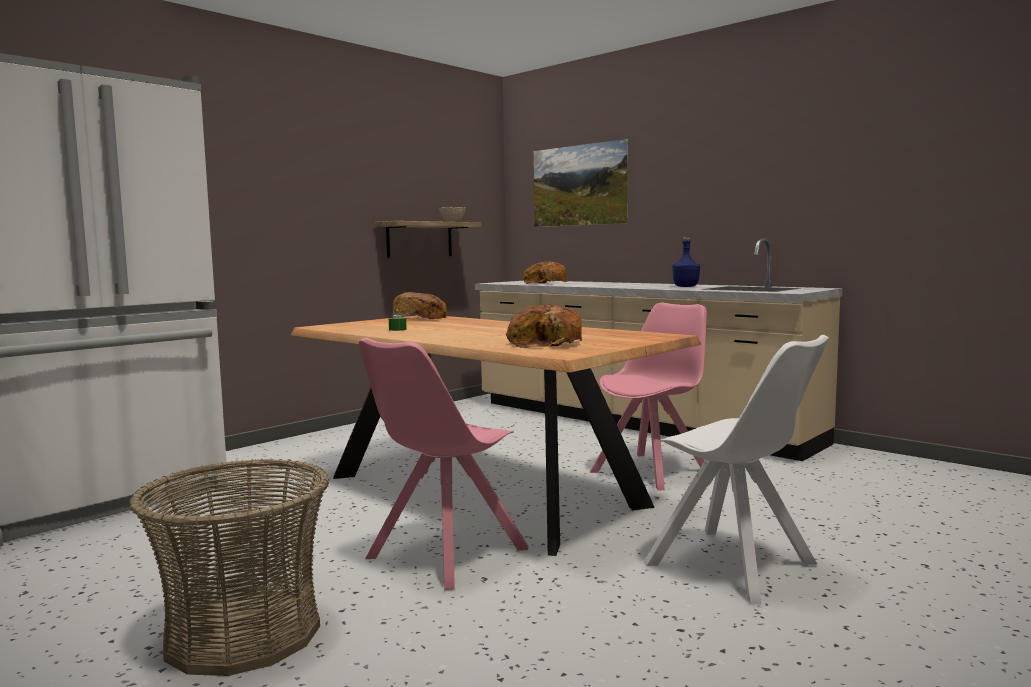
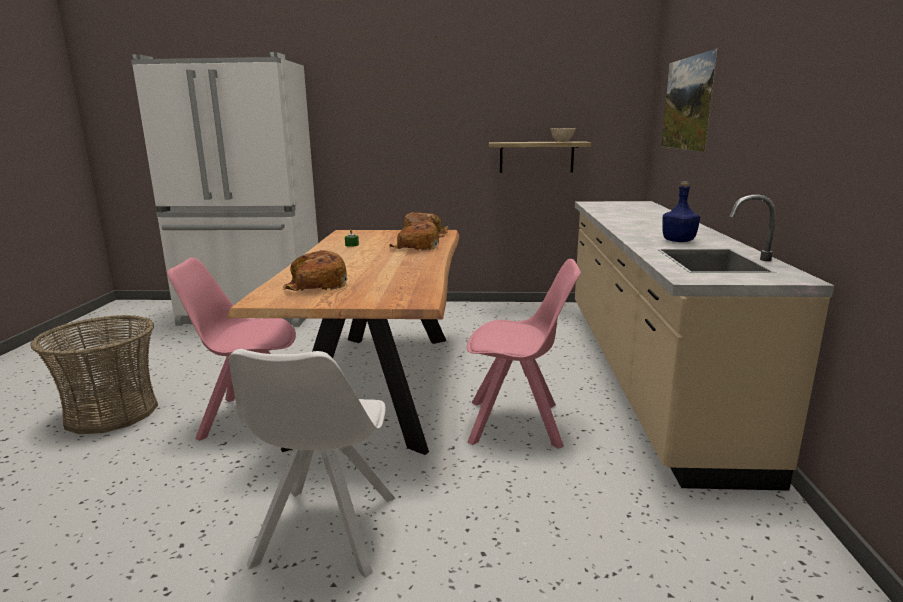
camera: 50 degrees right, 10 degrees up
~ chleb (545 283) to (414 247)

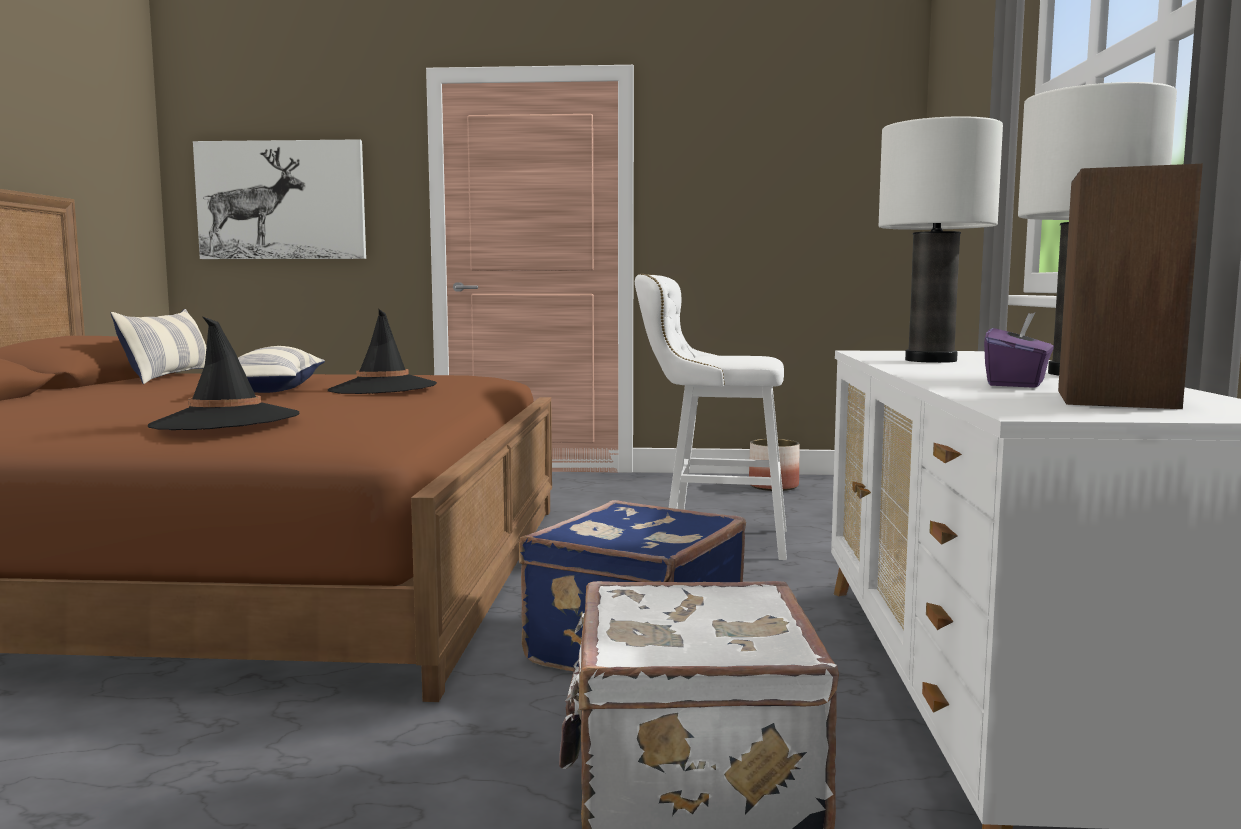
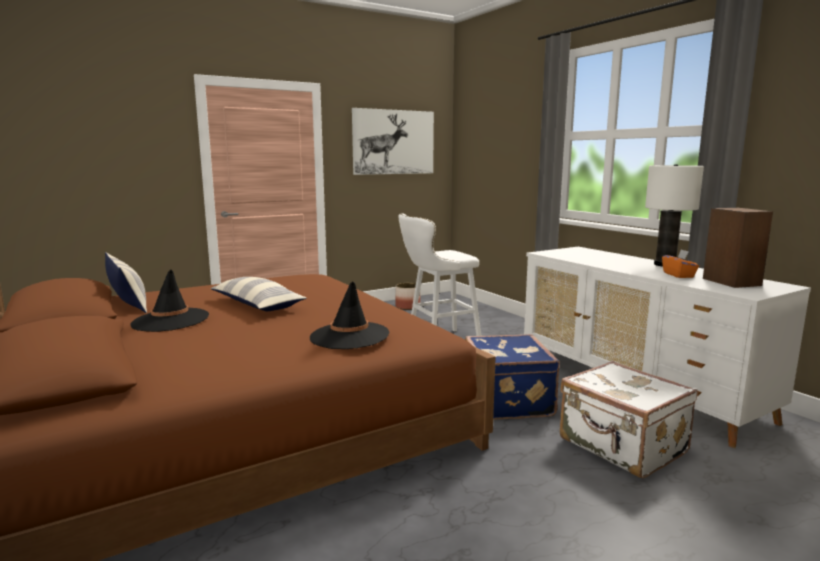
camera: 35 degrees left, 5 degrees up
~ kapelusz [czarny] (382 388) to (170 320)
~ obraz (281 200) to (393 142)
~ pudełko chusteczek [fioletowy] (1017 384) to pudełko chusteczek [pomarańczowy] (678 275)
- lampa stołowa [biały] (931 360)

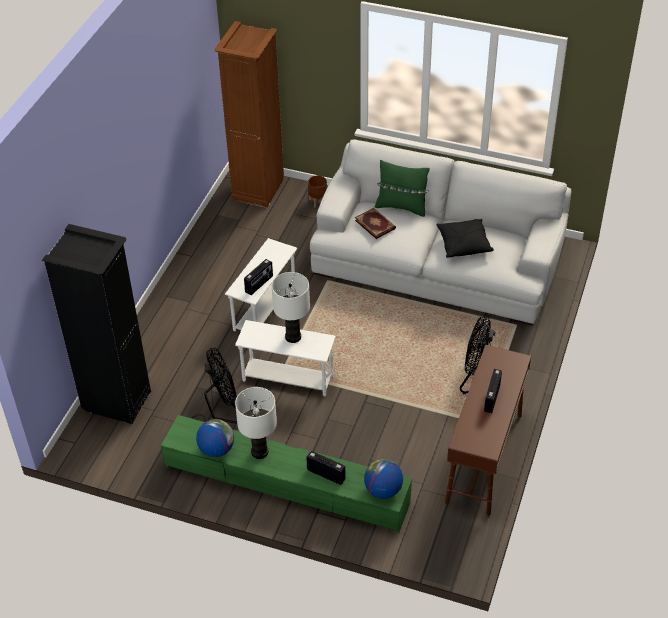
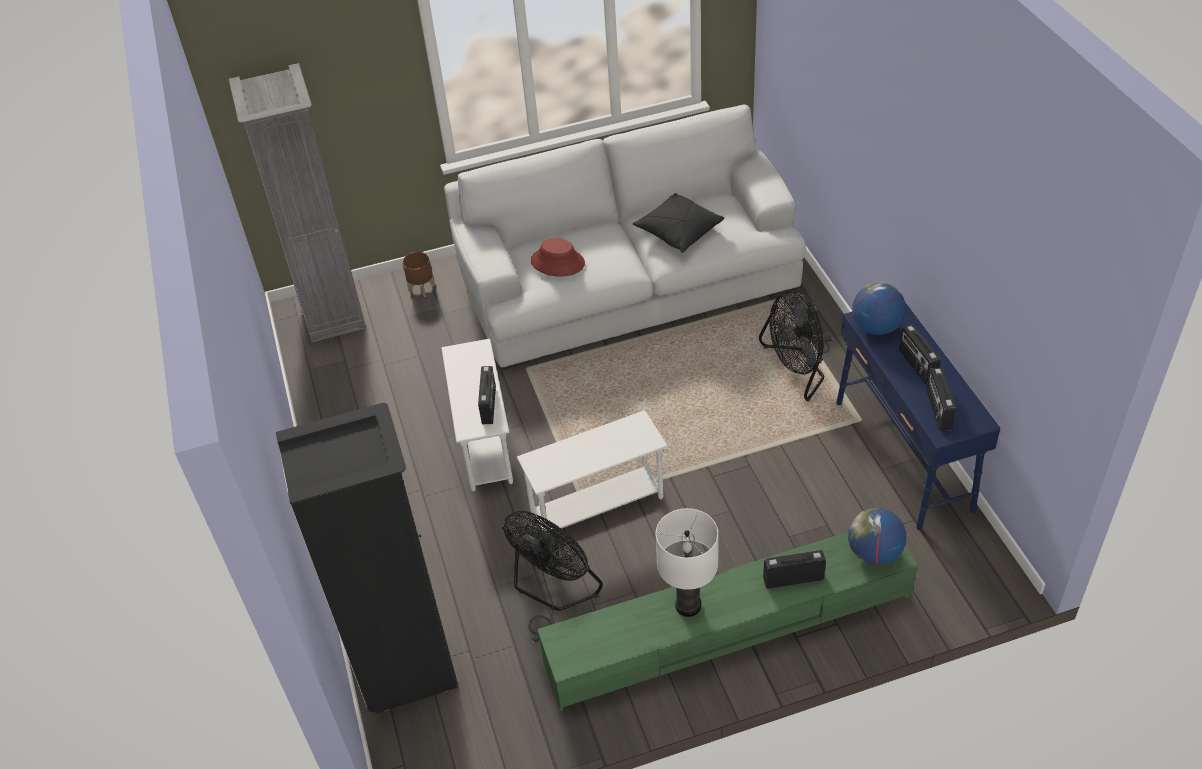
camera: 35 degrees left, 0 degrees up
~ szafka [brązowy] (258 190) to szafka [szary] (334 313)
~ książka (375 224) to kapelusz [czerwony] (558 262)
~ stolik konsolowy [brązowy] (483 458) to stolik konsolowy [niebieski] (901 456)
~ globus (216 449) to (876 327)
+ radio (938 410)
- lampa stołowa [biały] (293 337)
- poduszka [zielony] (401 207)

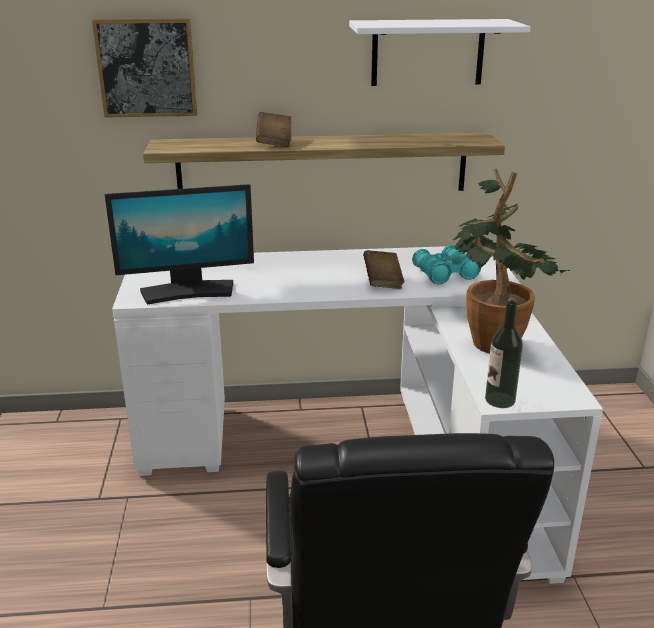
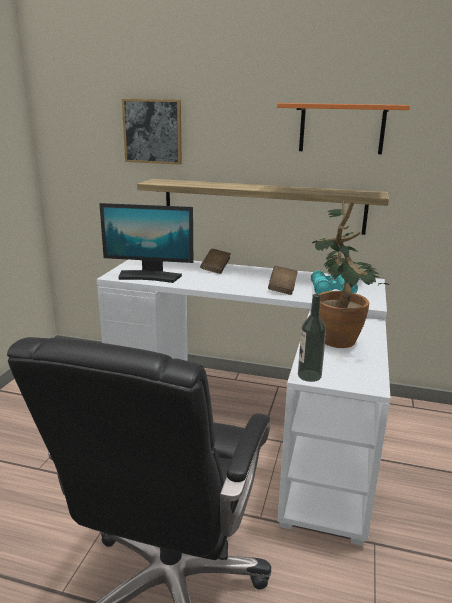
camera: 20 degrees right, 5 degrees down
~ książka [brązowy] (274 142) to (215 269)
~ półka [biały] (427 52) to półka [pomarańczowy] (341 128)

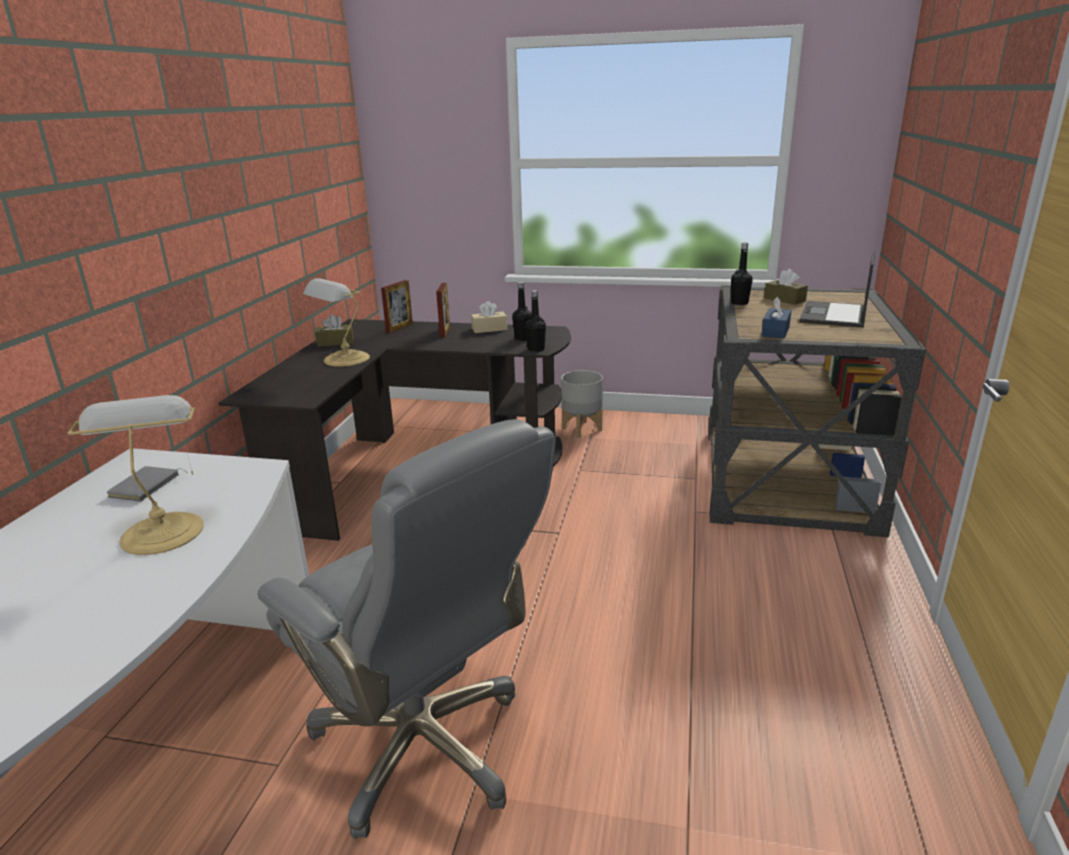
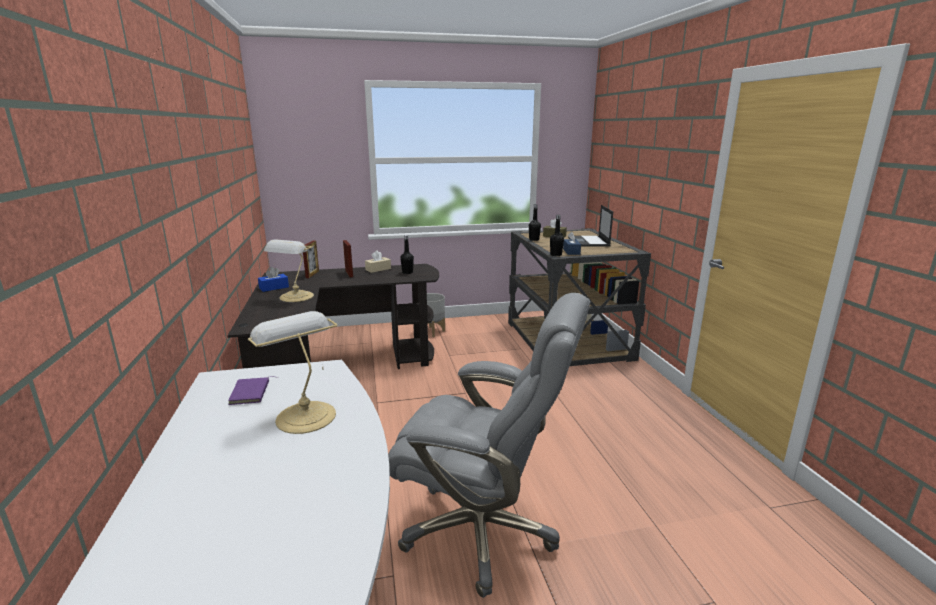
camera: 25 degrees left, 5 degrees down
~ książka [szary] (146 487) to książka [fioletowy] (251 393)
~ pudełko chusteczek [brązowy] (335 342) to pudełko chusteczek [niebieski] (274 287)
~ butelka [czarny] (536 349) to (556 255)

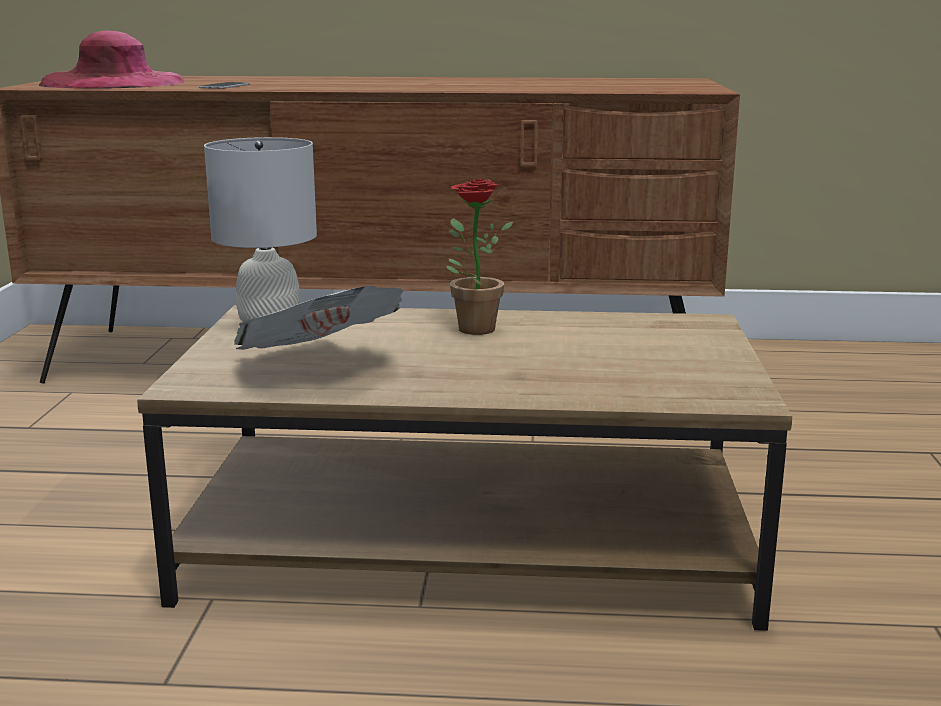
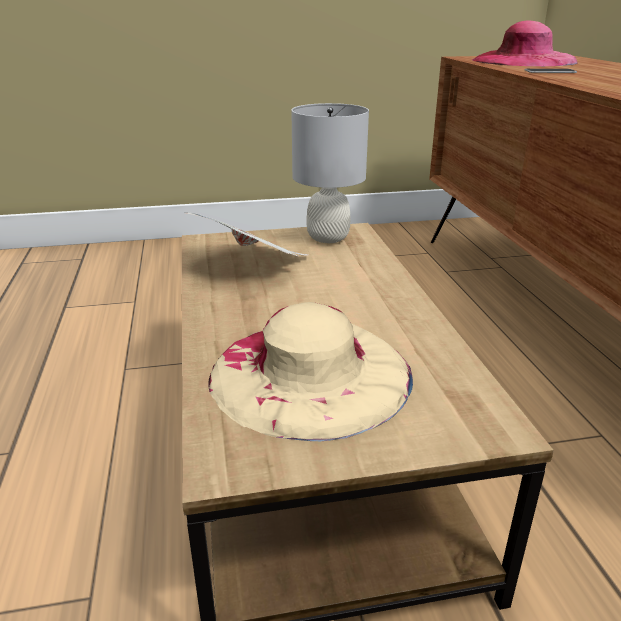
camera: 75 degrees right, 10 degrees up
+ kapelusz [beżowy] (310 374)
- roślina doniczkowa (470 327)

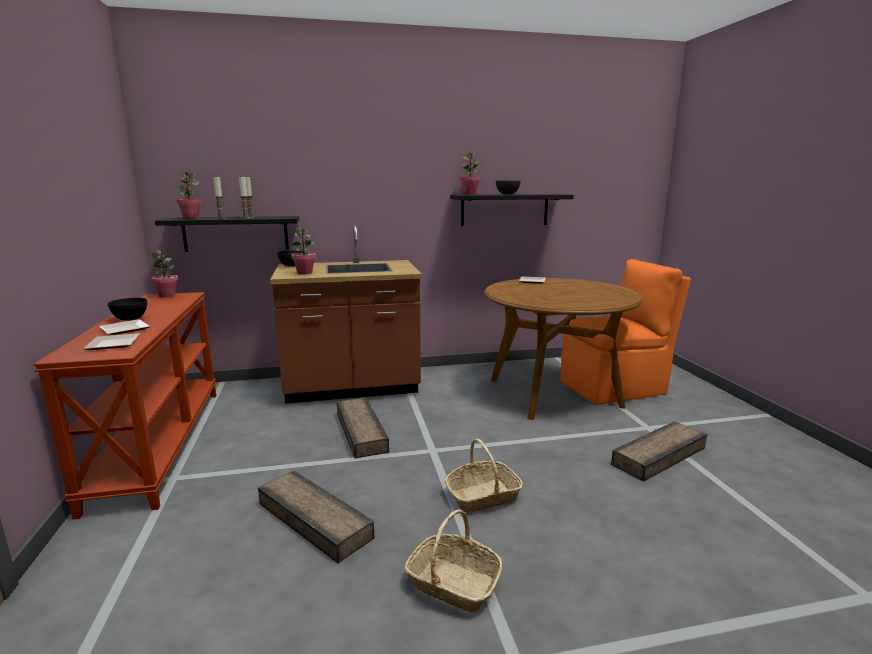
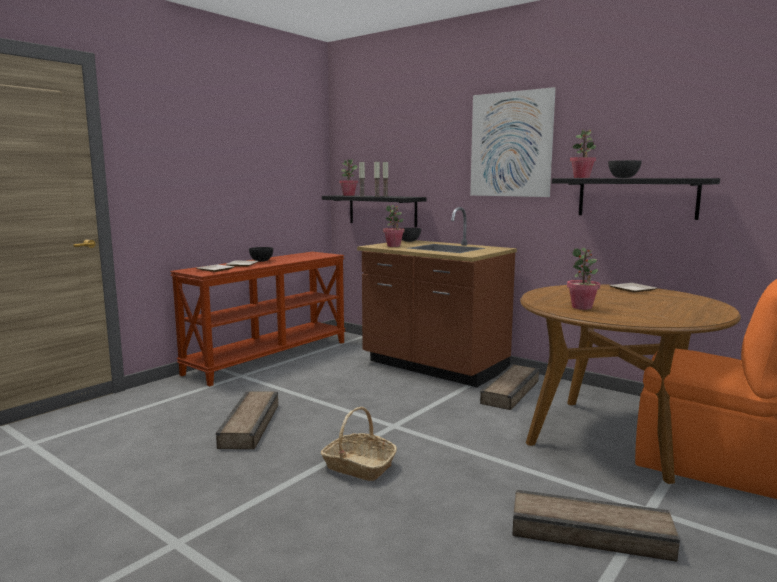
camera: 50 degrees right, 5 degrees down
+ obraz (511 144)
~ skrzynka (360 432) to (509 391)
~ roślina doniczkowa (167 296) to (582 307)
- koszyk (453 583)

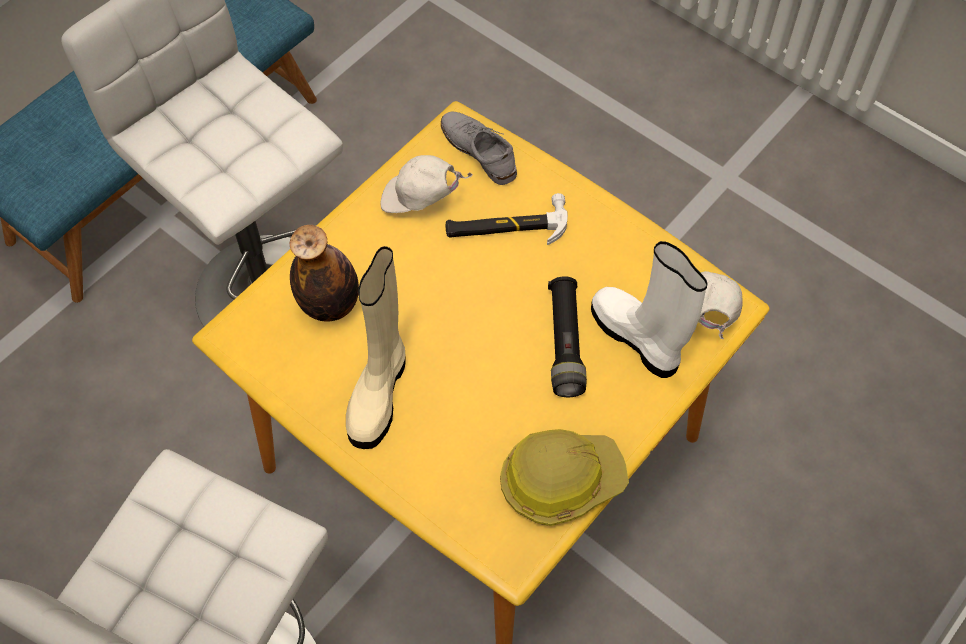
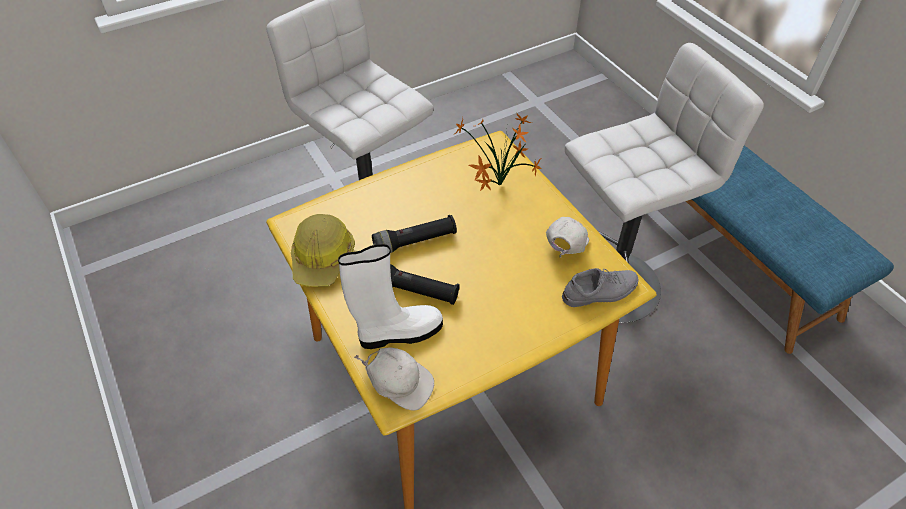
camera: 110 degrees right, 10 degrees down
+ latarka [czarny] (415 242)
~ butelka (329 304) to roślina doniczkowa (498 186)
- but z cholewką [beżowy] (379 393)
- młotek (506 226)

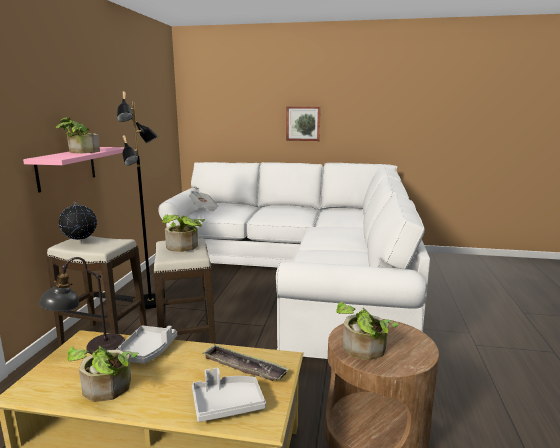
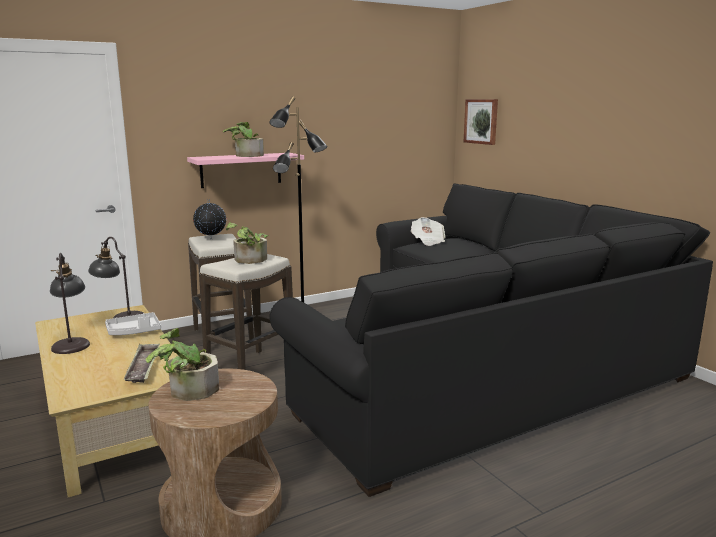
camera: 50 degrees right, 0 degrees up
~ roślina doniczkowa (107 391) to lampa stołowa [szary] (71 341)
~ kanapa [biały] (304 276) to kanapa [czarny] (484 359)
~ obraz (303 123) to (481 121)
- taca [szary] (227 404)

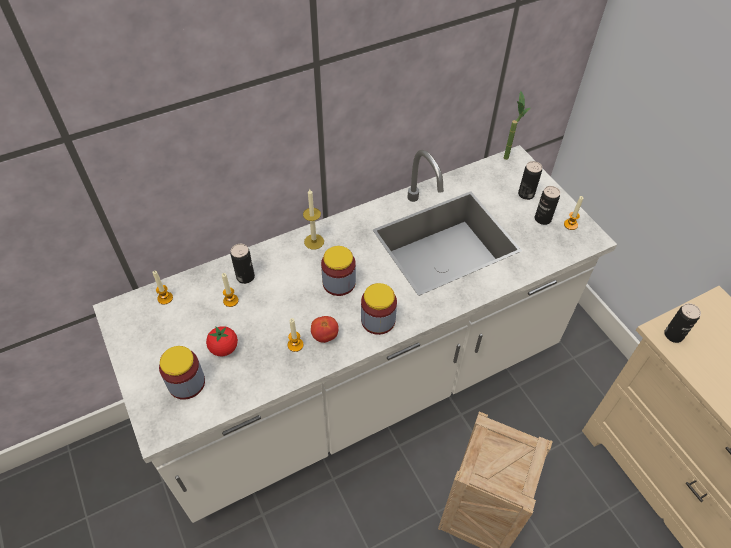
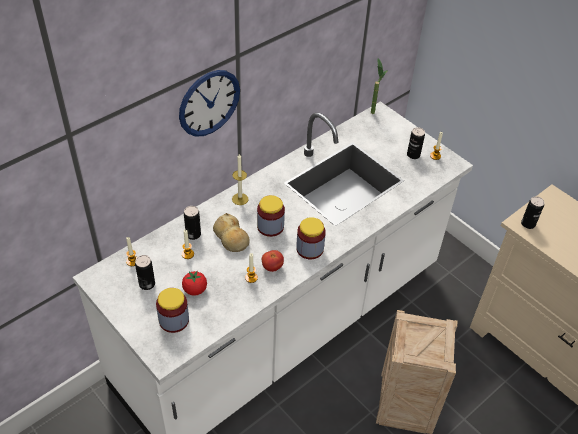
camera: 15 degrees left, 5 degrees down
~ puszka (526 194) to (147 284)
+ zegar ścienny (209 103)
+ chleb (231 238)

